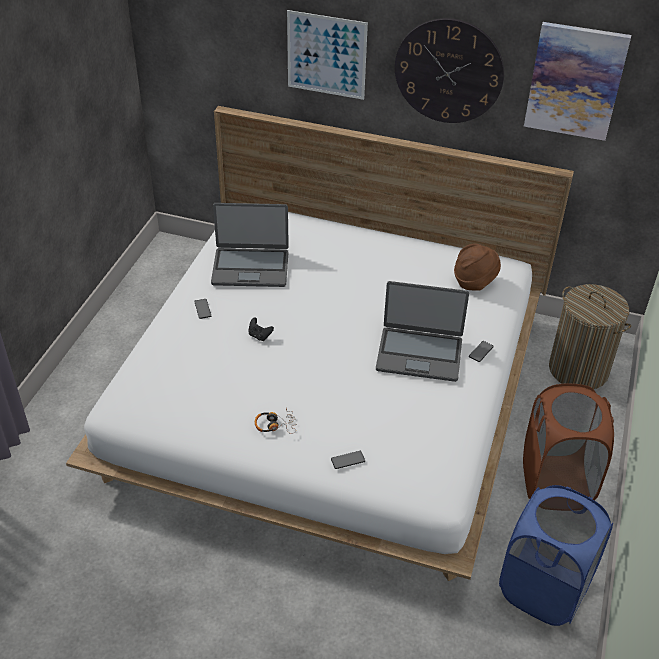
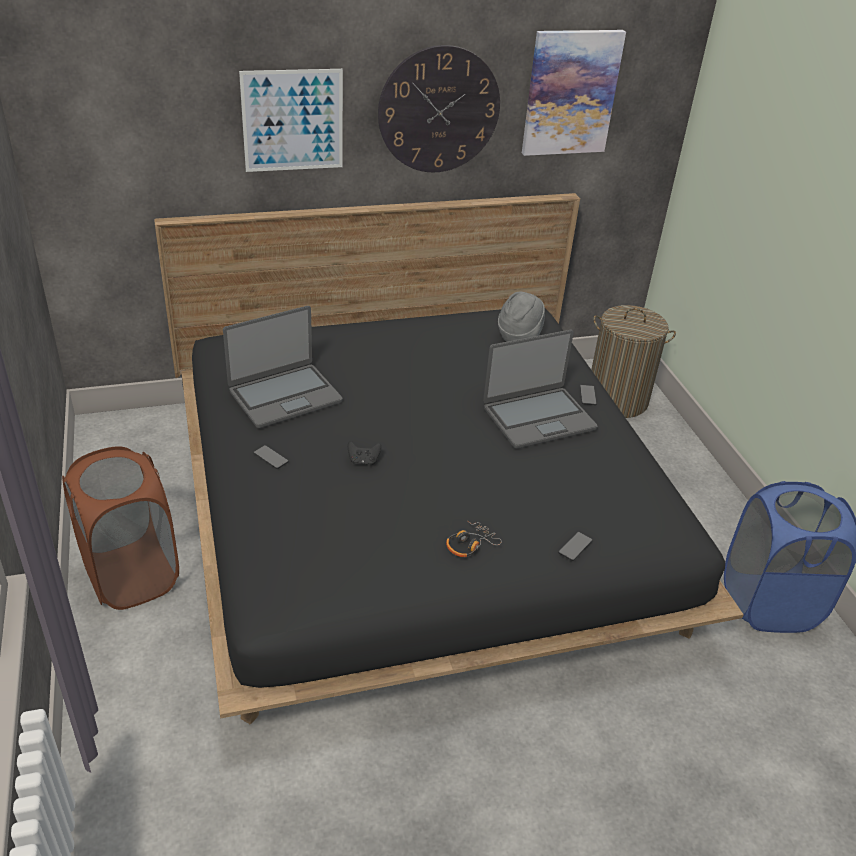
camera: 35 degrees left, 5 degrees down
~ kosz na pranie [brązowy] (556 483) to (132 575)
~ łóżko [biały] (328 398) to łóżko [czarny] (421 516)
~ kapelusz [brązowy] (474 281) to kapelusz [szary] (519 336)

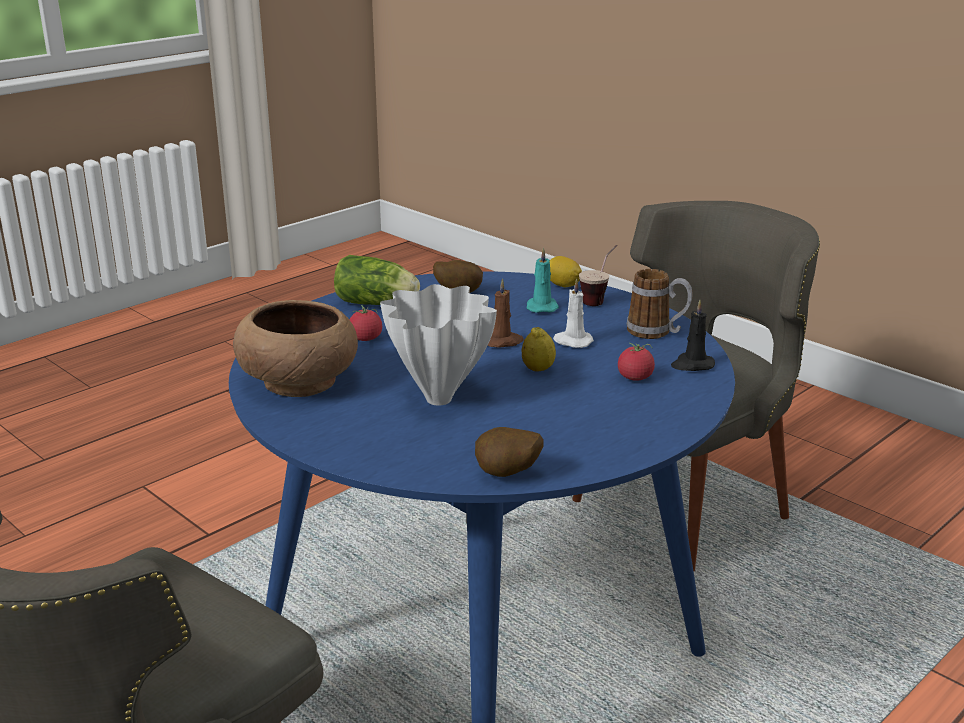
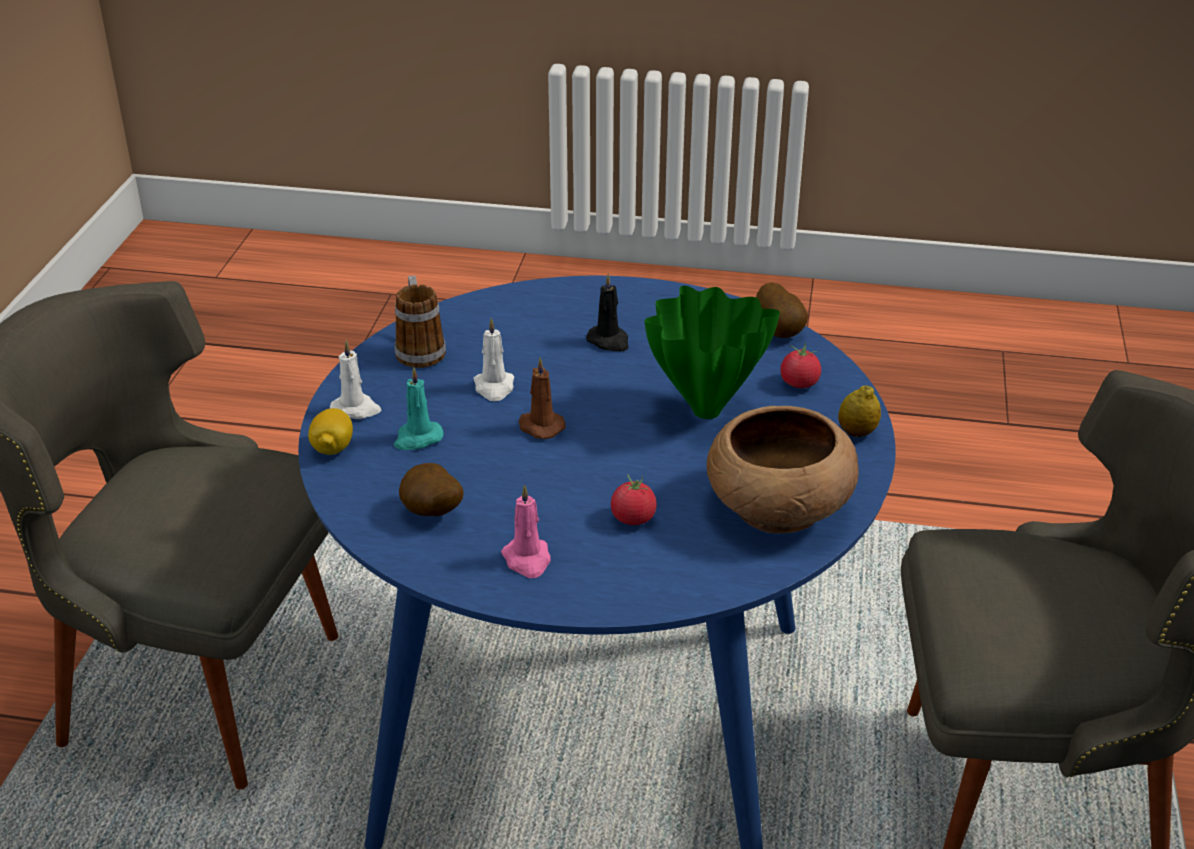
camera: 125 degrees left, 10 degrees up
~ filiżanka (599 299) to świeca [biały] (356 409)
~ sałata (378 304) to świeca [różowy] (527 560)
~ świeca [czarny] (692 365) to (609 341)
~ wazon [biały] (440 398) to wazon [zielony] (704 411)
~ pomidor (635 377) to (799 383)
~ cytryna (538 369) to (857 432)

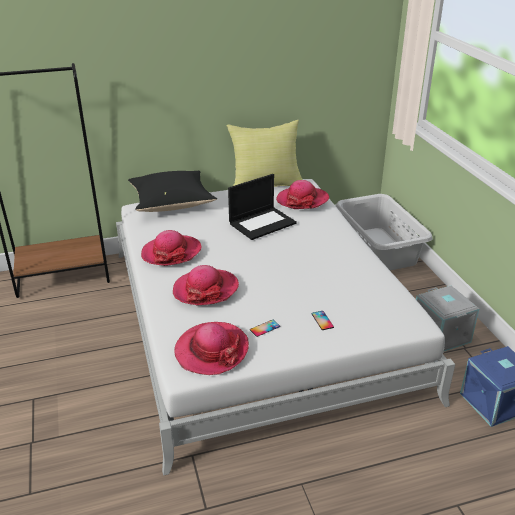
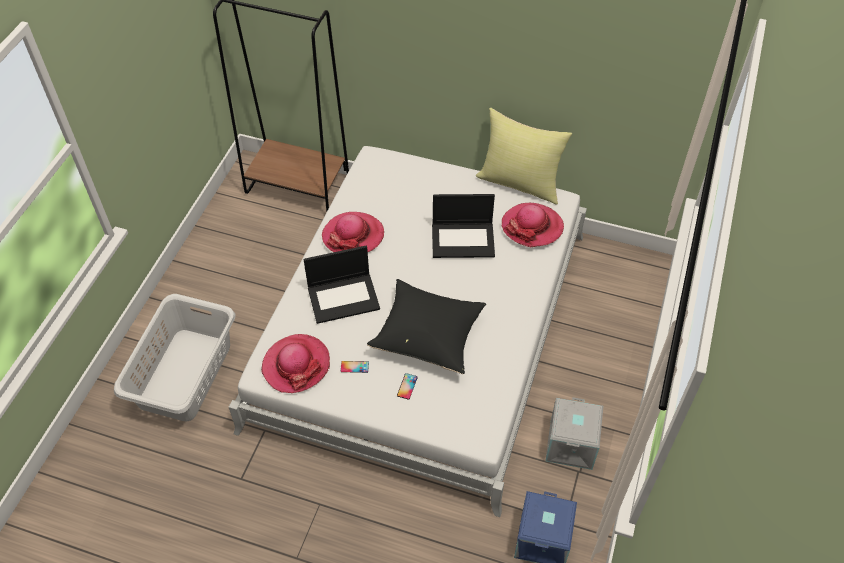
camera: 35 degrees right, 20 degrees up
~ kosz na pranie [szary] (378 249) to (186 374)
~ kapelusz (206 289) to laptop (344 297)
~ poduszka [czarny] (172 203) to (429 336)

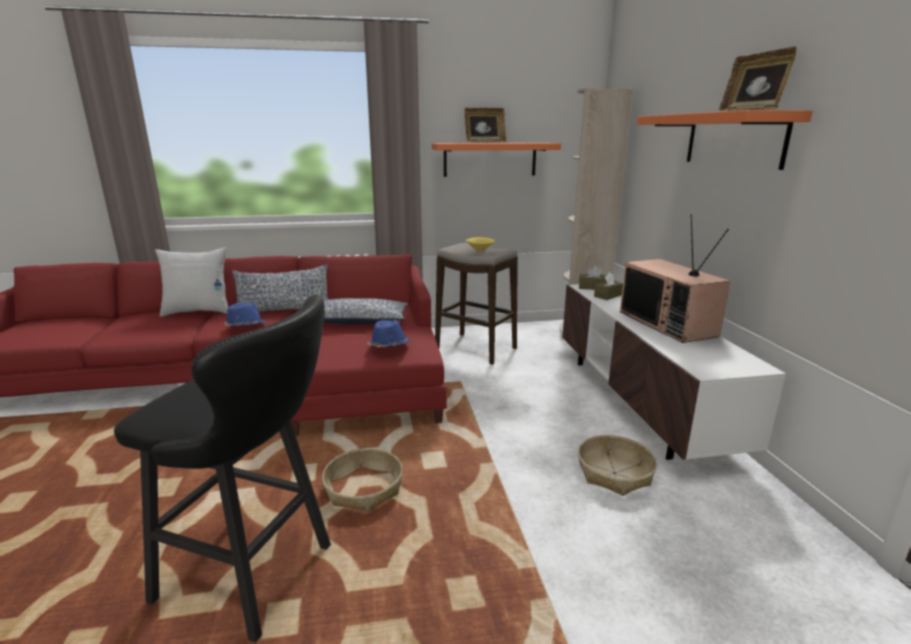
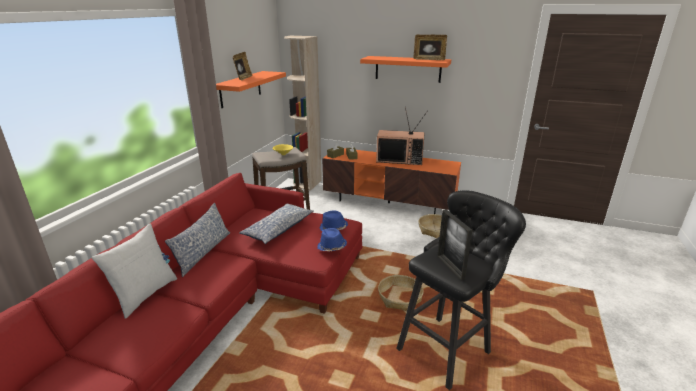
camera: 60 degrees left, 5 degrees up
~ kapelusz [niebieski] (245 326) to (331 247)
~ szafka pod telewizor [biały] (640 402) to szafka pod telewizor [pomarańczowy] (389 202)
+ ramka na zdjęcie (450 267)

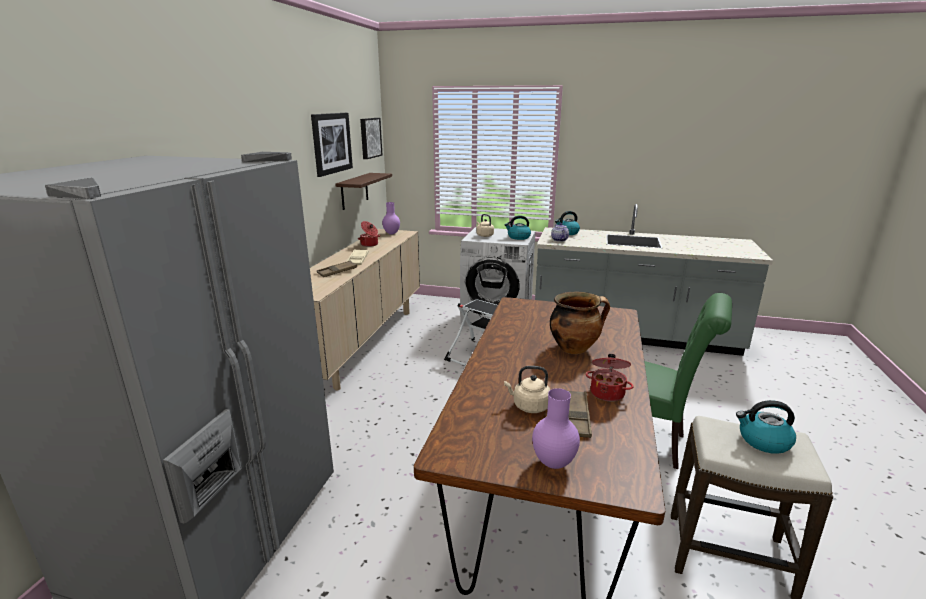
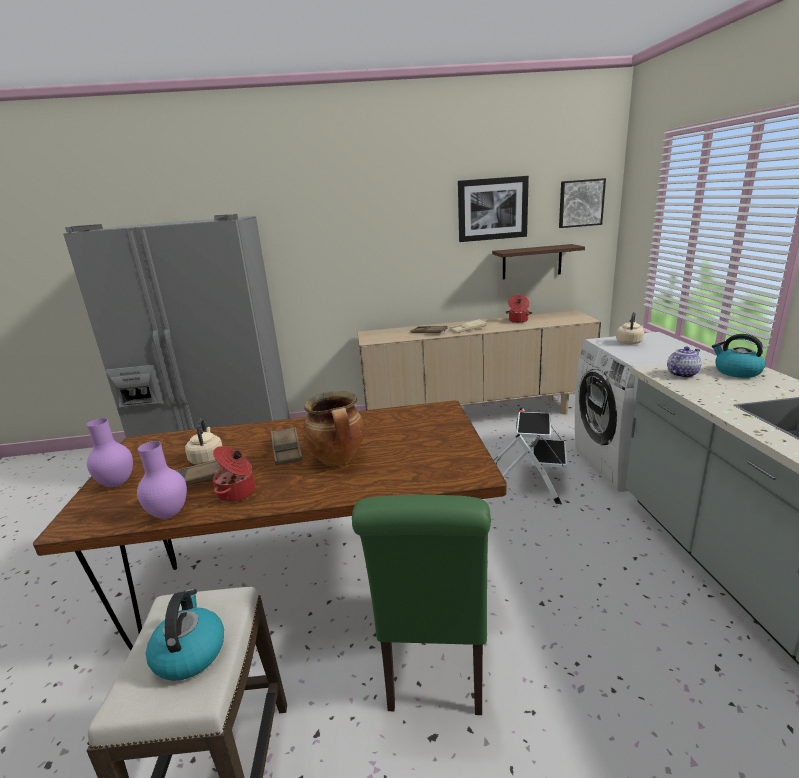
camera: 70 degrees right, 0 degrees up
~ wazon [fioletowy] (391 233) to (169 513)
+ taca [brązowy] (286 450)
- czajnik (518 237)

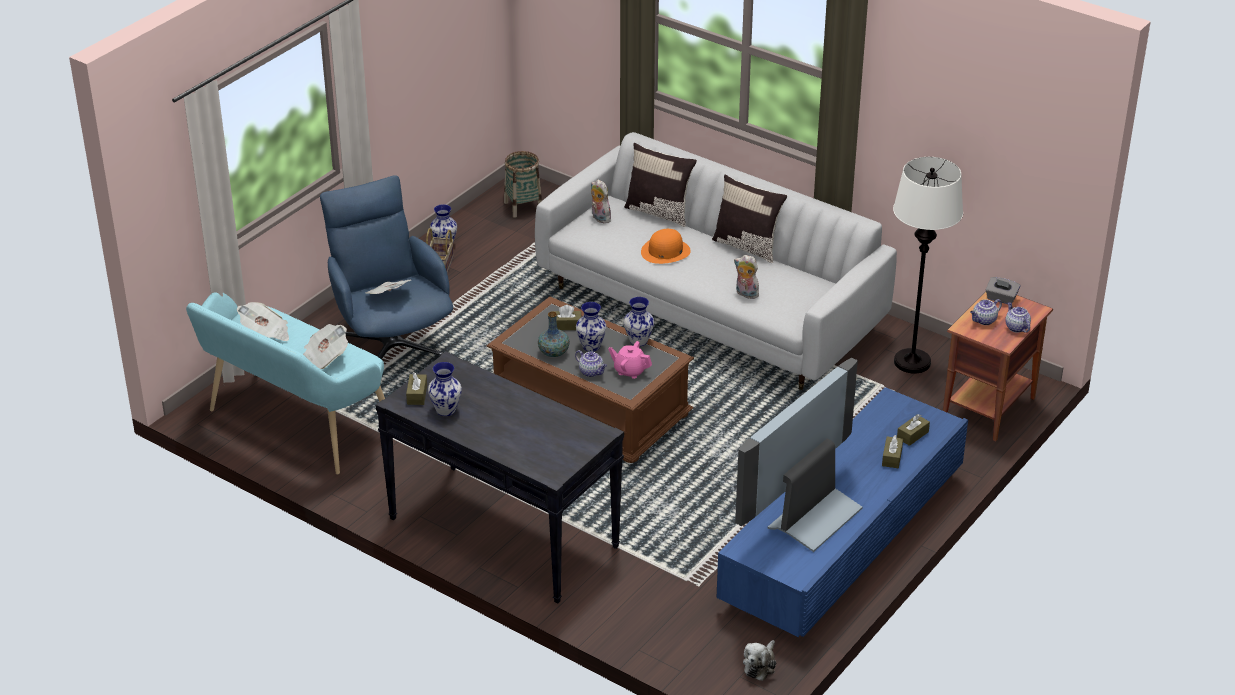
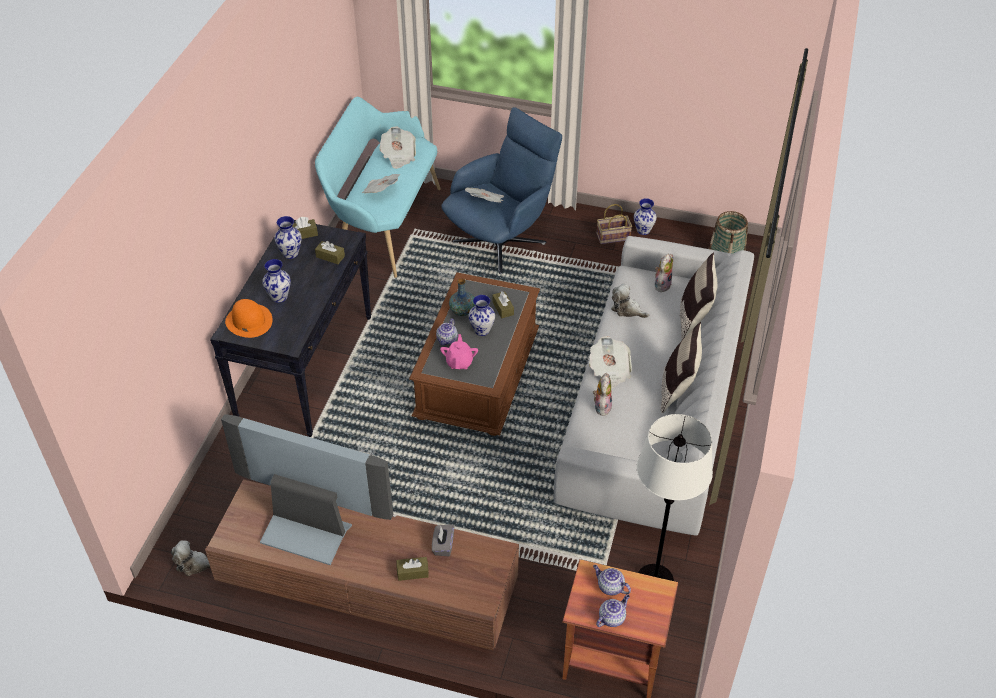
camera: 70 degrees right, 10 degrees up
~ szafka pod telewizor [niebieski] (843 542) to szafka pod telewizor [brązowy] (367 586)
~ kapelusz [pomarańczowy] (665 251) to (248 321)
~ wazon (638 341) to (279 296)
~ pudełko chusteczek [brązowy] (912 435) to (330 256)
~ pudełko chusteczek [szary] (1001 298) to (443 546)
+ gazeta (609 371)
+ pluszak (627 310)

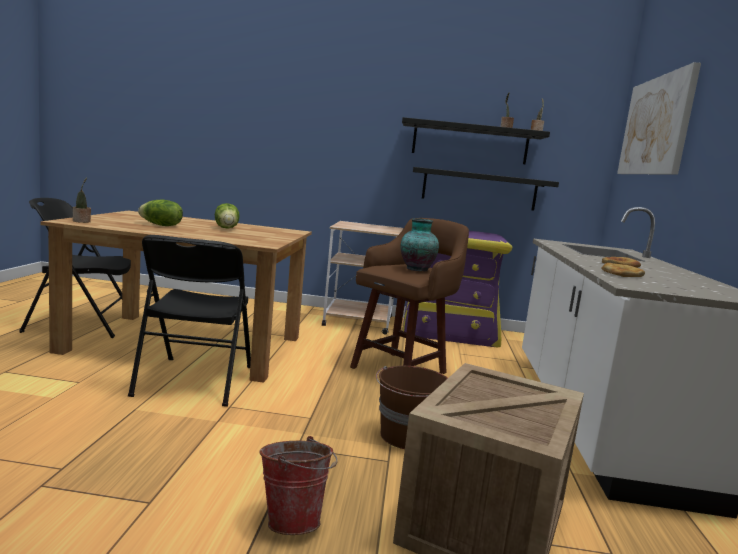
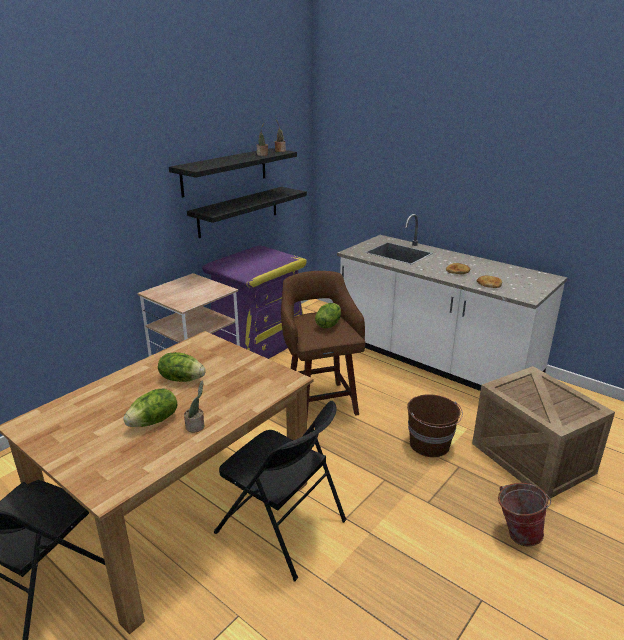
camera: 55 degrees left, 15 degrees up
~ roślina doniczkowa (82 221) to (196 426)
~ wazon (416 269) to sałata (328 324)
- obraz (656 126)

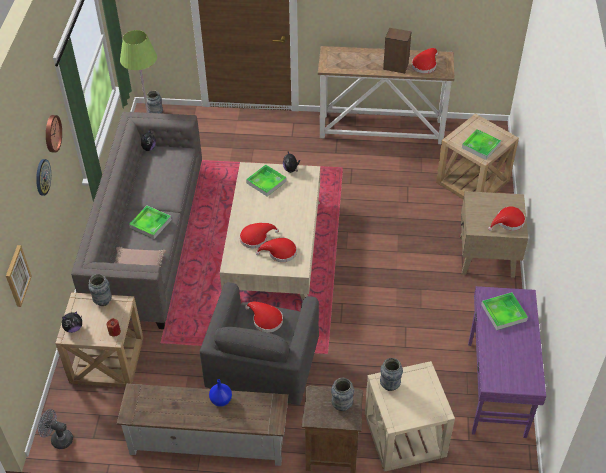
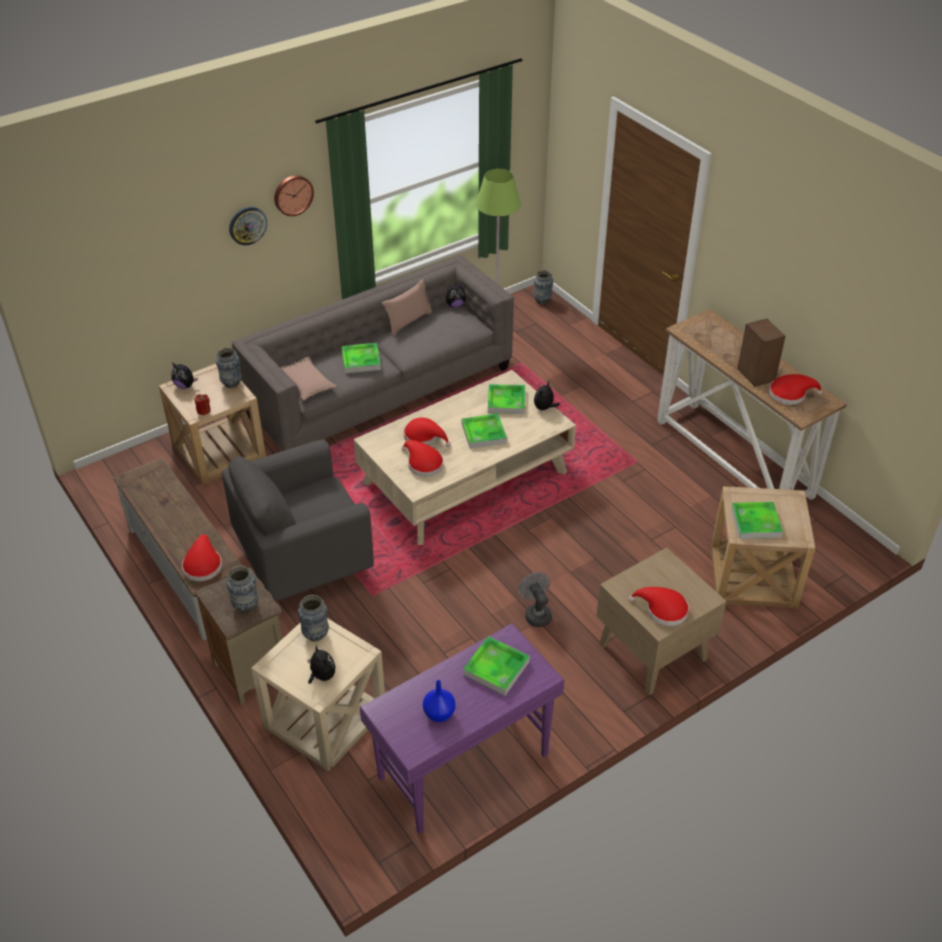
camera: 50 degrees right, 5 degrees down
~ kapelusz [czerwony] (265 320) to (203 564)
+ pluszak (322 676)
+ poduszka [beżowy] (408 321)
~ wazon [niebieski] (220 400) to (439 713)
+ taca (484 433)
~ wentylator [szary] (58 439) to (536 614)
- obraz (17 276)

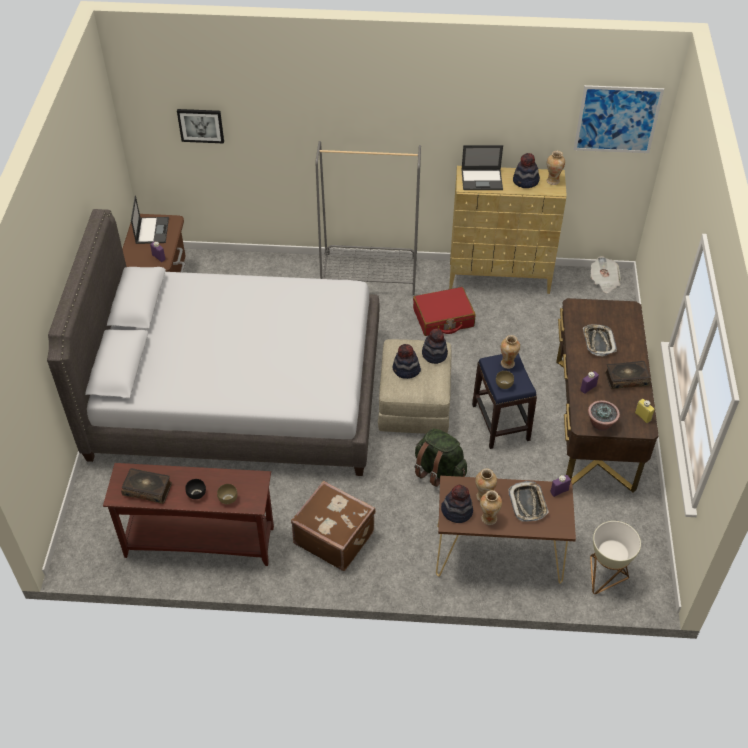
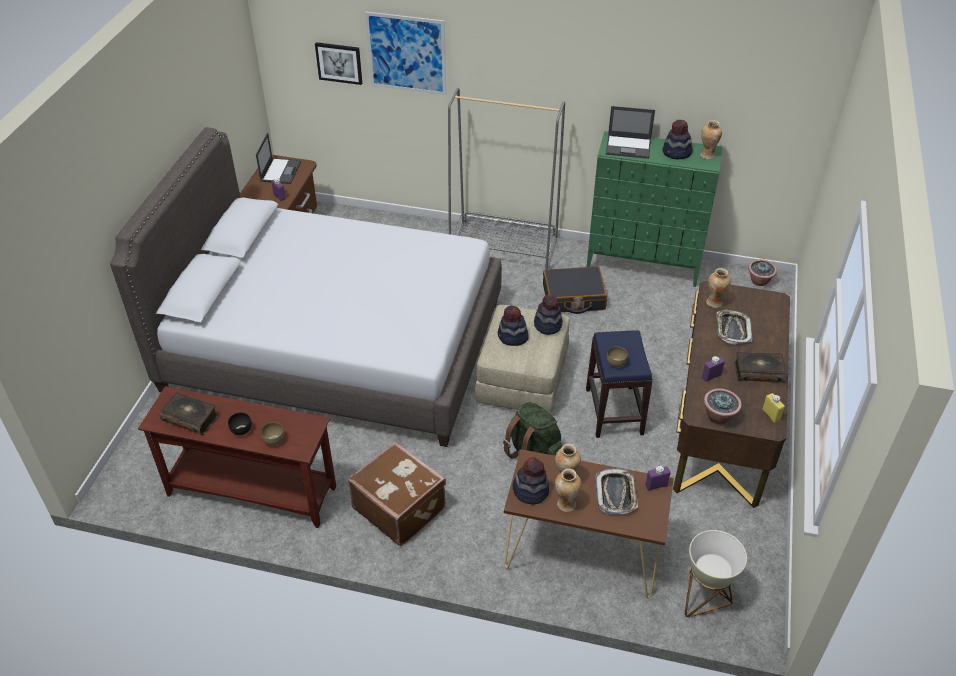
camera: 10 degrees right, 5 degrees down
~ obraz (617 119) to (406 53)
~ walizka [czerwony] (443 318) to walizka [czarny] (573 297)
~ komoda [beżowy] (500 279) to komoda [zielony] (643 266)
~ wazon (508 363) to (714 302)
~ gazeta (604 281) to roślina doniczkowa (759 281)

